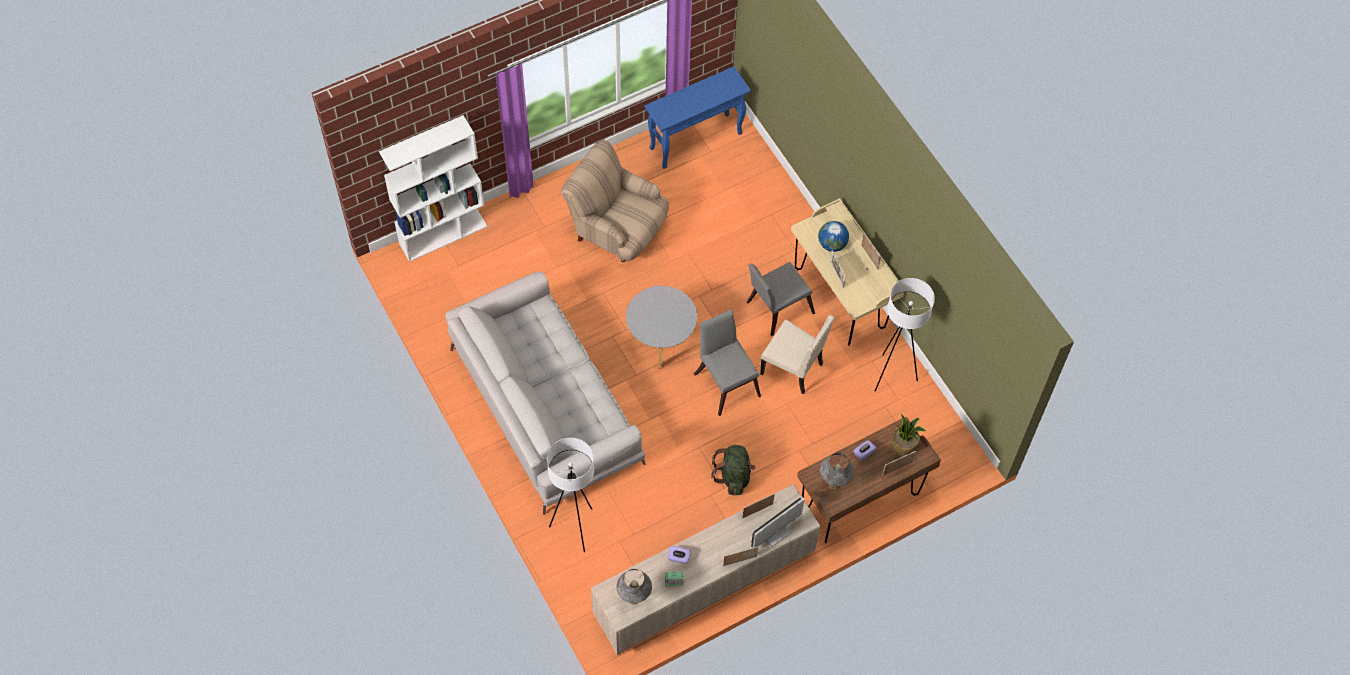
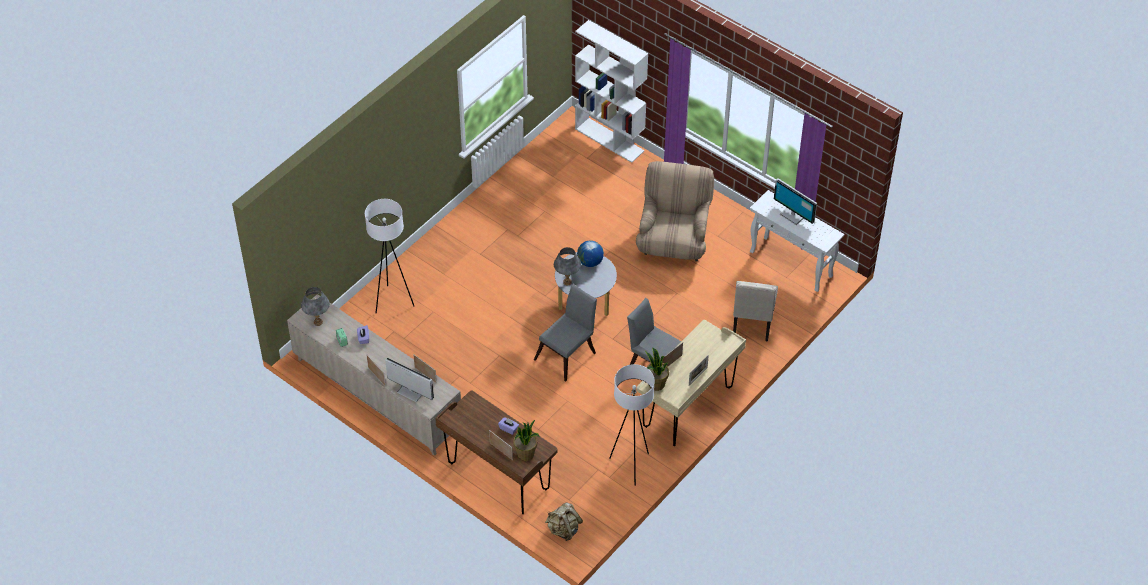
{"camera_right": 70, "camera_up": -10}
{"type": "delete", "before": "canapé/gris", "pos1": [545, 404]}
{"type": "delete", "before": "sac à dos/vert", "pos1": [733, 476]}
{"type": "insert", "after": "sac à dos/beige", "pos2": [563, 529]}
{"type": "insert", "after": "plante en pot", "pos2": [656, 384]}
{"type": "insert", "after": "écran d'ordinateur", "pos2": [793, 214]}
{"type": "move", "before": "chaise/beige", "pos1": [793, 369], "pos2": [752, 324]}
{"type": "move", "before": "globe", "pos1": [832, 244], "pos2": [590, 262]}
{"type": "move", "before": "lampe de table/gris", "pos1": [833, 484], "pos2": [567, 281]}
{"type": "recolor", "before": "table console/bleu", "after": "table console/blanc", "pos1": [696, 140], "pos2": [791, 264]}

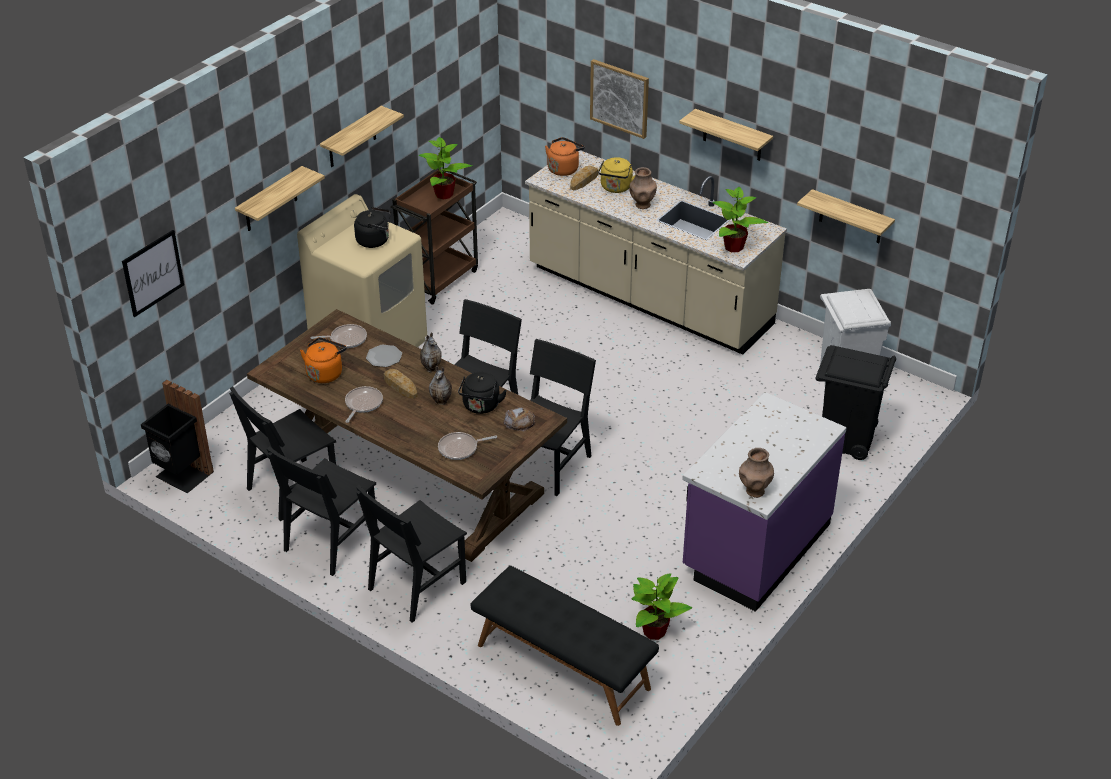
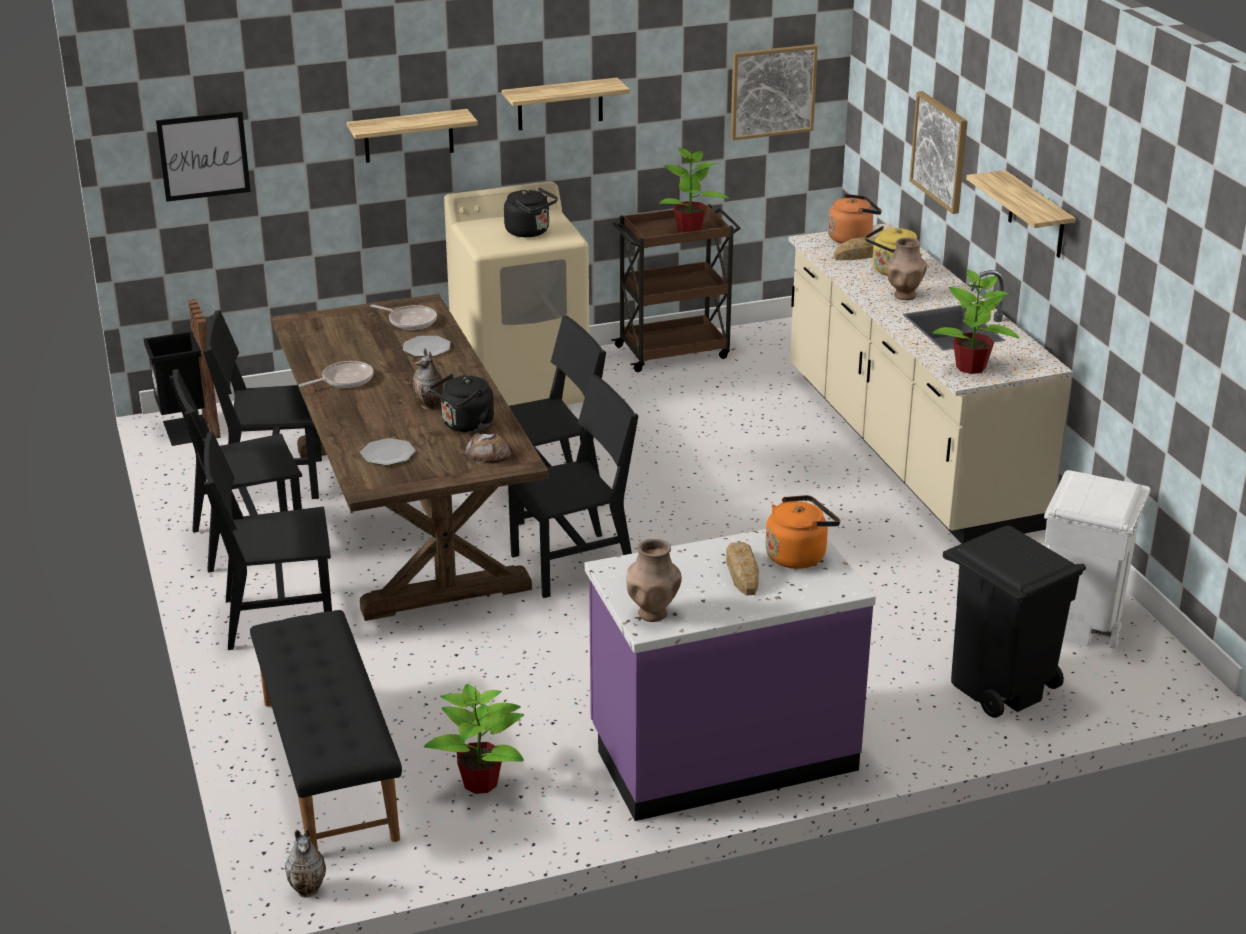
{"camera_right": 35, "camera_up": -10}
{"type": "delete", "before": "étagère", "pos1": [851, 217]}
{"type": "insert", "after": "tableau", "pos2": [772, 91]}
{"type": "move", "before": "bouilloire/orange", "pos1": [325, 373], "pos2": [798, 555]}
{"type": "move", "before": "pain", "pos1": [400, 386], "pos2": [742, 573]}
{"type": "move", "before": "vase", "pos1": [432, 368], "pos2": [309, 890]}
{"type": "replace", "before": "poêle", "after": "assiette", "pos1": [460, 448], "pos2": [388, 454]}

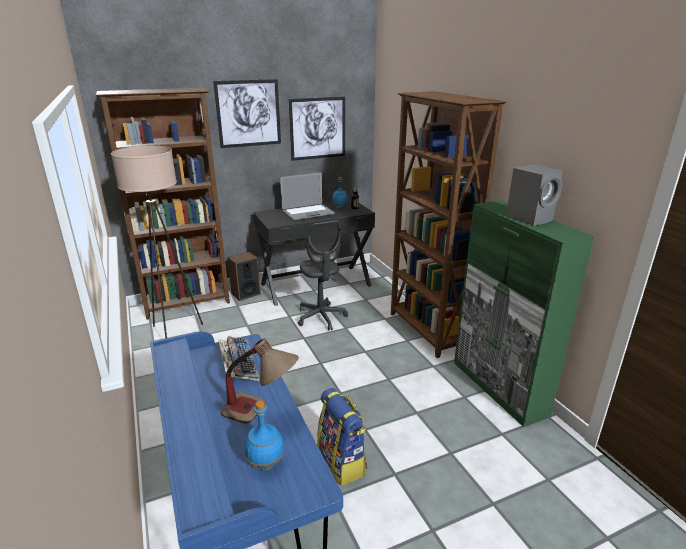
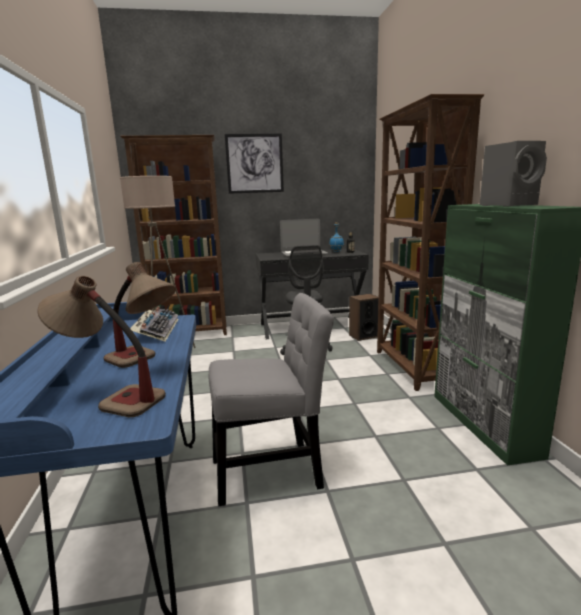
{"camera_right": 15, "camera_up": -10}
{"type": "delete", "before": "tableau", "pos1": [317, 128]}
{"type": "move", "before": "enceinte", "pos1": [245, 294], "pos2": [363, 336]}
{"type": "replace", "before": "bouteille/bleu", "after": "lampe de table", "pos1": [265, 464], "pos2": [109, 398]}
{"type": "replace", "before": "sac à dos", "after": "chaise/gris", "pos1": [342, 463], "pos2": [272, 471]}

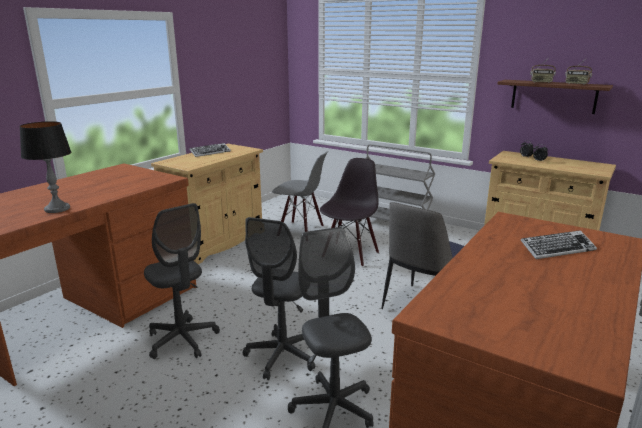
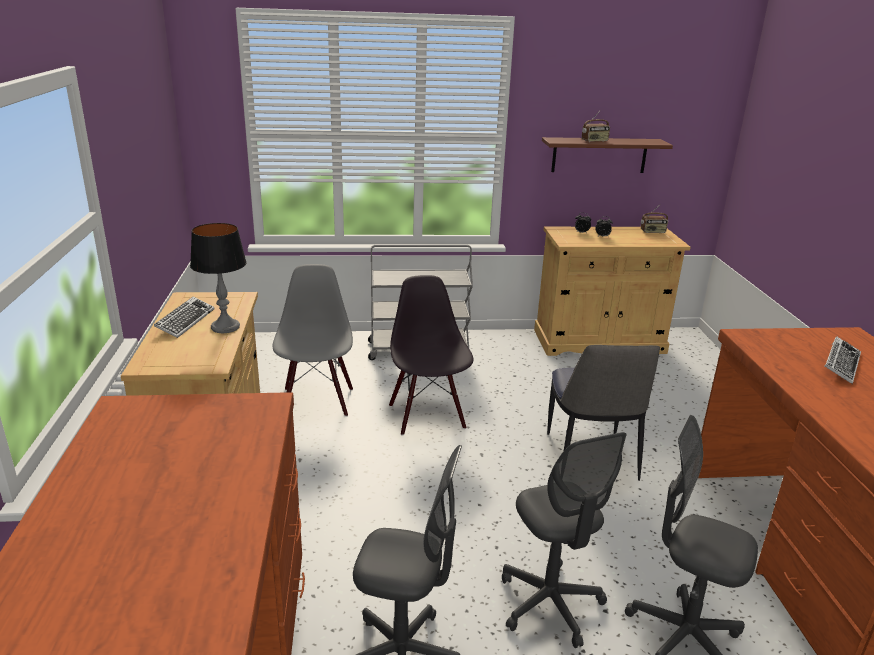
{"camera_right": -40, "camera_up": 5}
{"type": "move", "before": "lampe de table", "pos1": [57, 209], "pos2": [225, 327]}
{"type": "move", "before": "radio", "pos1": [576, 84], "pos2": [653, 232]}
{"type": "rotate", "before": "chaise/gris", "pos1": [300, 231], "pos2": [317, 402], "turn": -75}

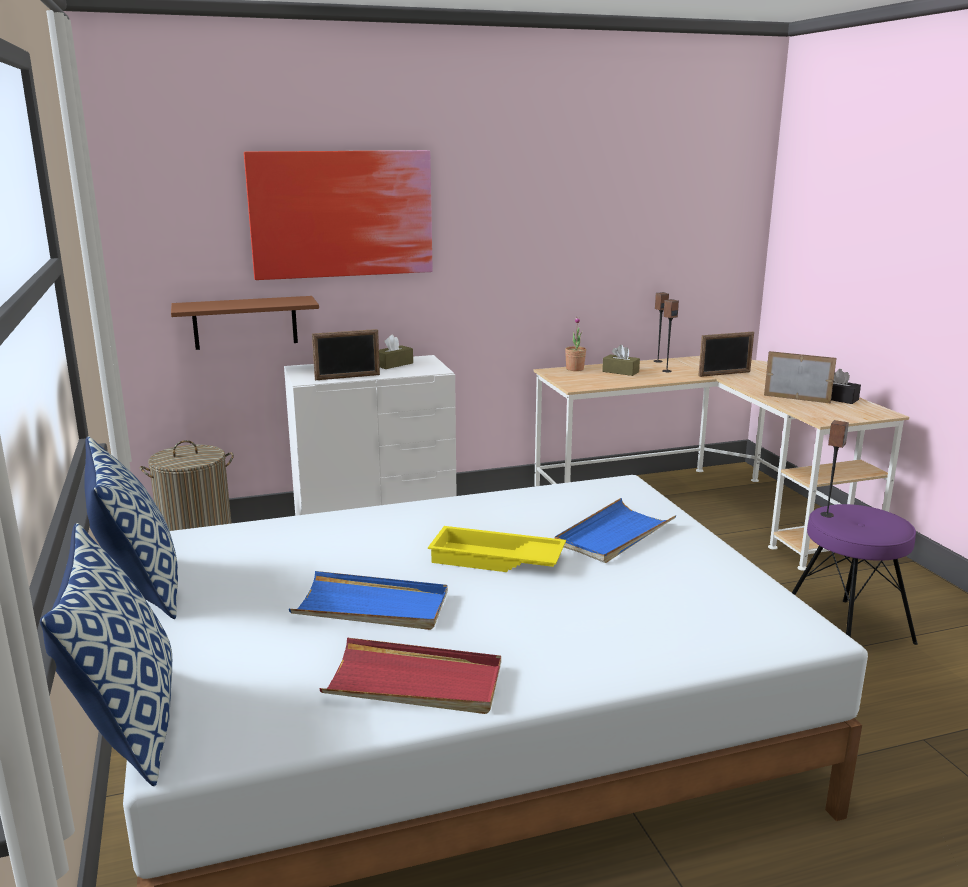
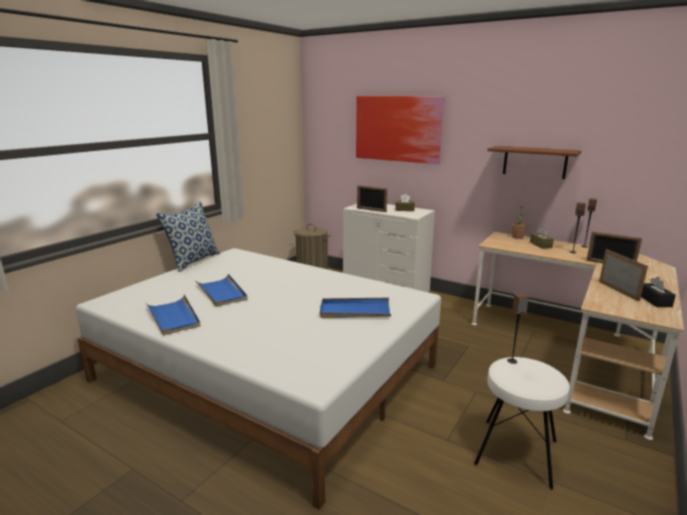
{"camera_right": 50, "camera_up": 0}
{"type": "delete", "before": "coussin", "pos1": [127, 726]}
{"type": "delete", "before": "plateau/jaune", "pos1": [495, 560]}
{"type": "move", "before": "étagère/marron", "pos1": [245, 322], "pos2": [534, 162]}
{"type": "recolor", "before": "plateau/rouge", "after": "plateau/bleu", "pos1": [415, 683], "pos2": [173, 317]}
{"type": "recolor", "before": "tabouret/violet", "after": "tabouret/blanc", "pos1": [844, 631], "pos2": [516, 452]}

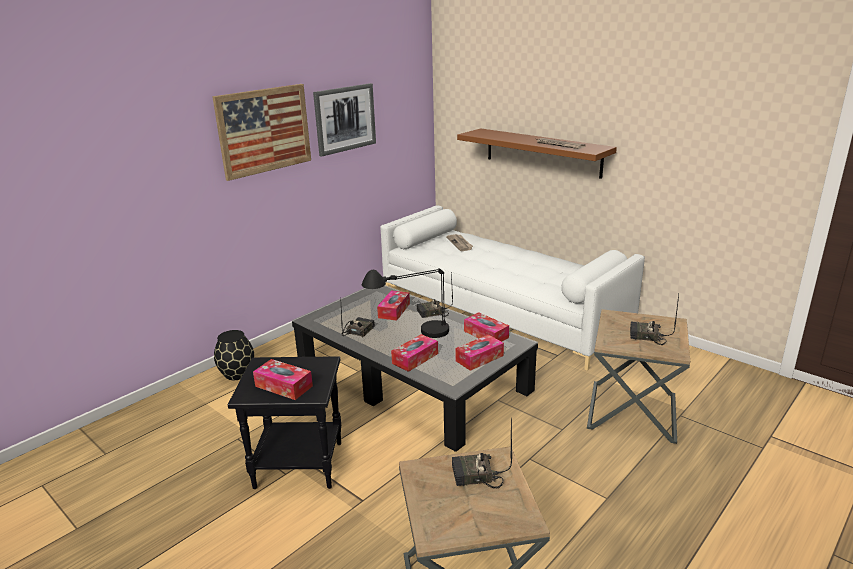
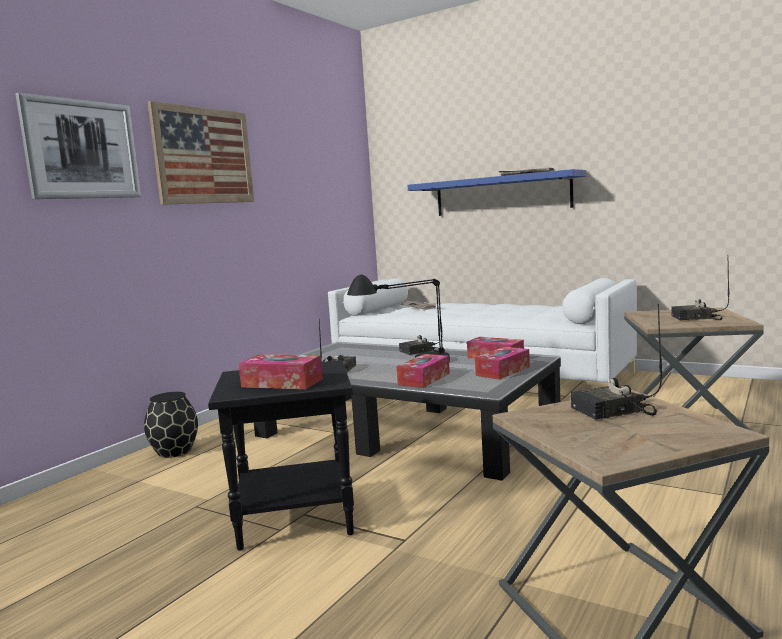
{"camera_right": -10, "camera_up": -15}
{"type": "delete", "before": "boîte à mouchoirs", "pos1": [394, 310]}
{"type": "move", "before": "tableau", "pos1": [345, 119], "pos2": [82, 149]}
{"type": "recolor", "before": "étagère/marron", "after": "étagère/bleu", "pos1": [542, 152], "pos2": [501, 195]}

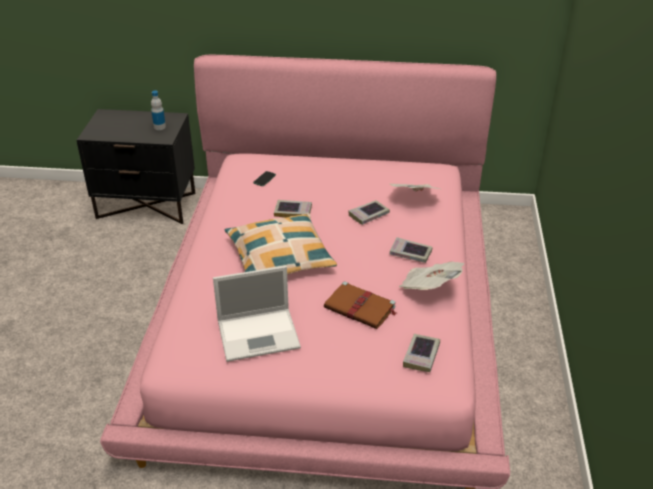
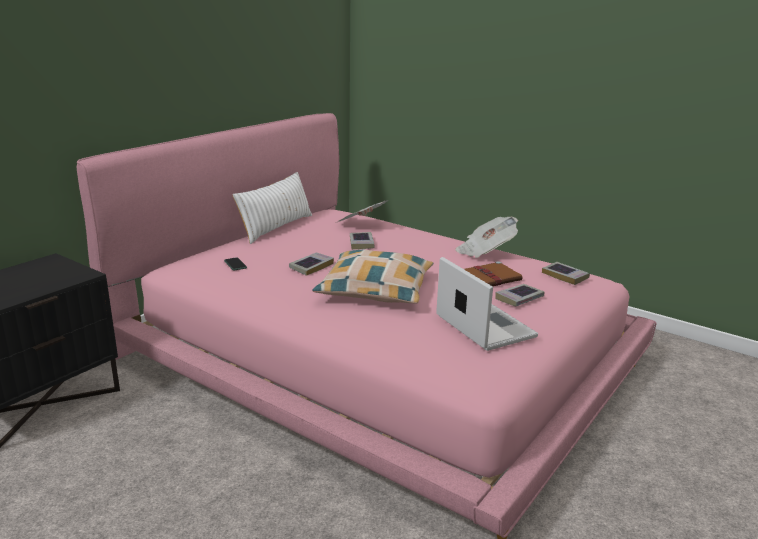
{"camera_right": -60, "camera_up": -15}
{"type": "delete", "before": "bouteille", "pos1": [159, 127]}
{"type": "insert", "after": "coussin/blanc", "pos2": [276, 227]}
{"type": "move", "before": "livre", "pos1": [410, 253], "pos2": [519, 298]}
{"type": "rotate", "before": "ordinateur portable", "pos1": [260, 334], "pos2": [483, 326], "turn": -45}

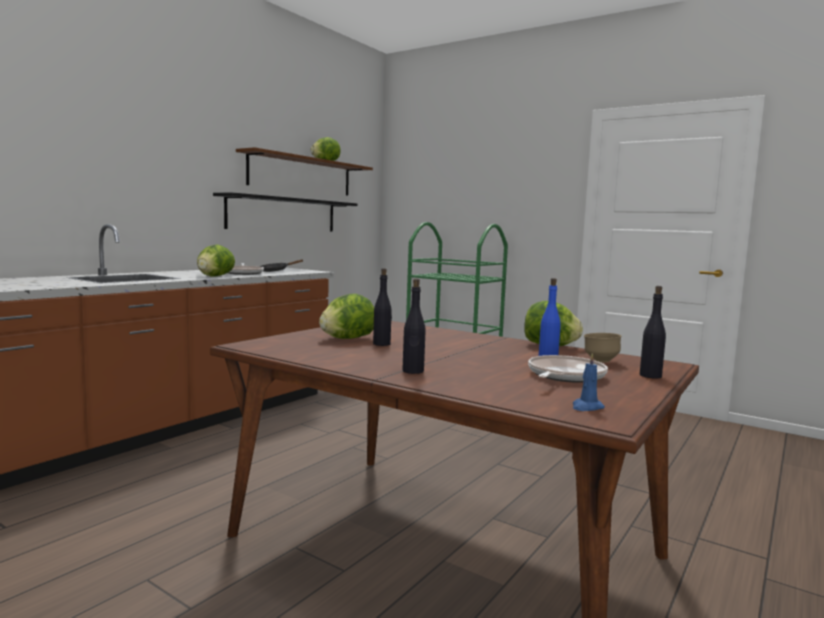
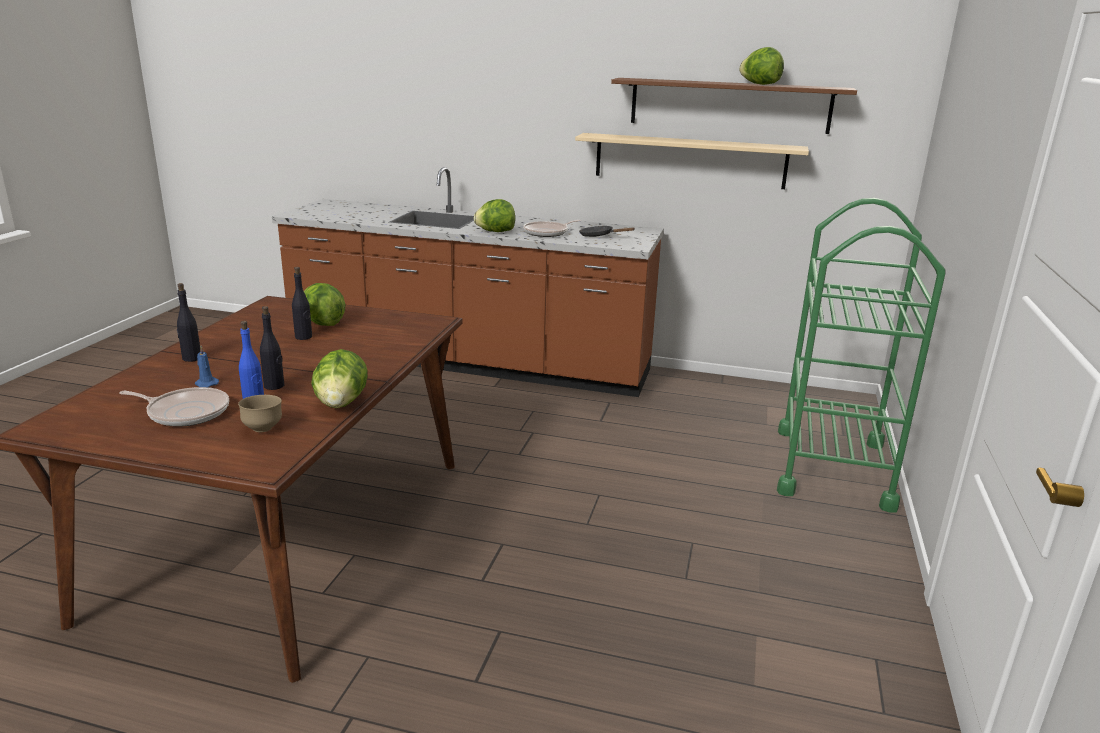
{"camera_right": 70, "camera_up": 15}
{"type": "move", "before": "bougie/bleu", "pos1": [586, 407], "pos2": [206, 383]}
{"type": "move", "before": "bouteille/noir", "pos1": [650, 376], "pos2": [274, 386]}
{"type": "recolor", "before": "étagère/noir", "after": "étagère/beige", "pos1": [283, 214], "pos2": [689, 160]}

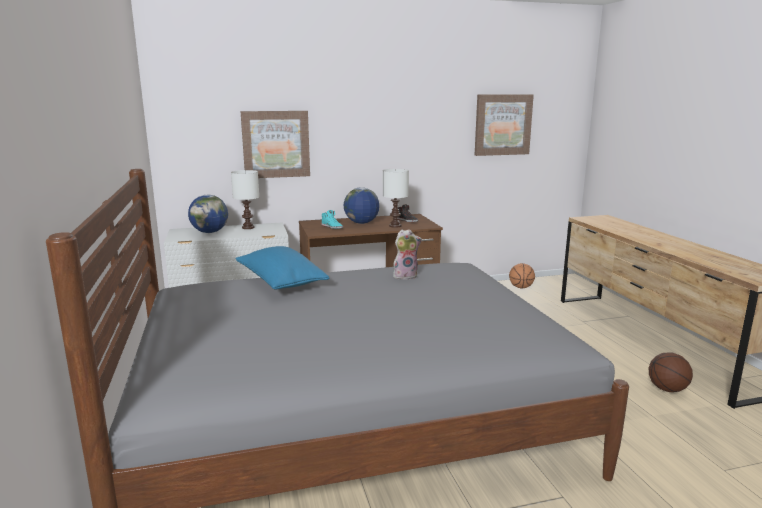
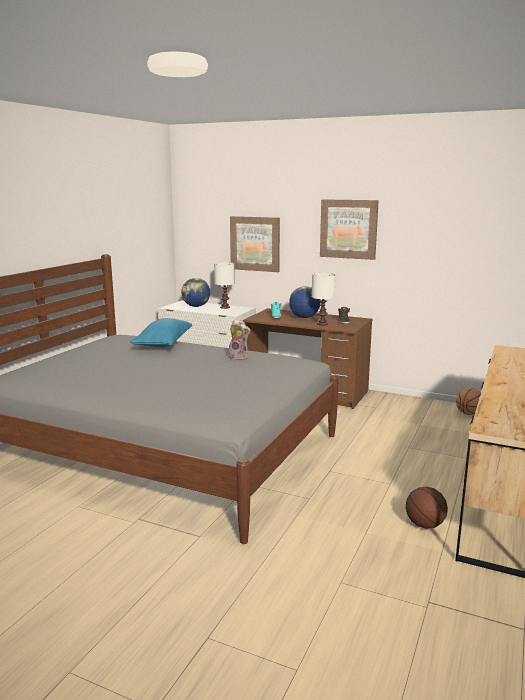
{"camera_right": 40, "camera_up": 0}
{"type": "move", "before": "tableau", "pos1": [502, 125], "pos2": [348, 229]}

